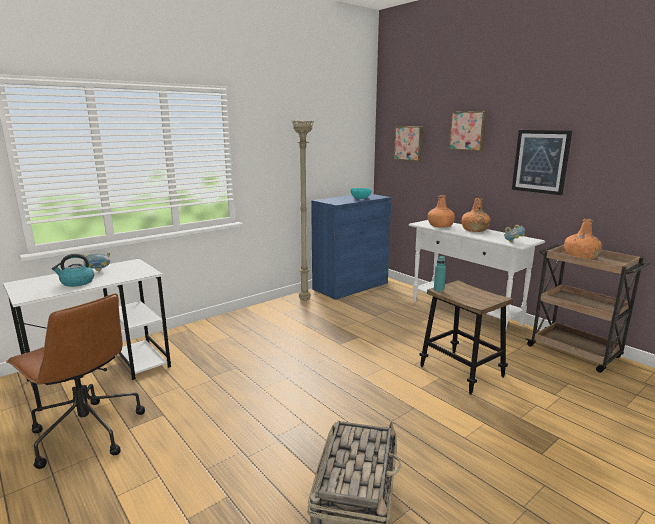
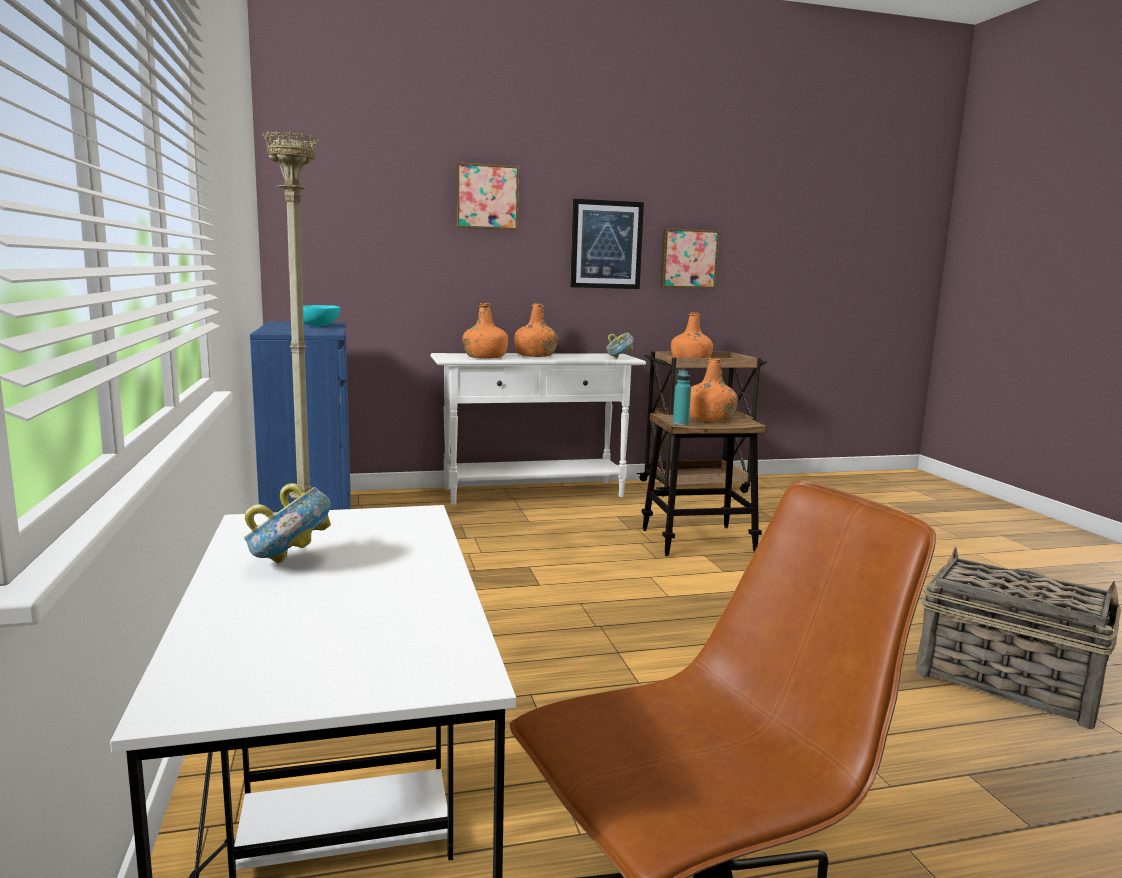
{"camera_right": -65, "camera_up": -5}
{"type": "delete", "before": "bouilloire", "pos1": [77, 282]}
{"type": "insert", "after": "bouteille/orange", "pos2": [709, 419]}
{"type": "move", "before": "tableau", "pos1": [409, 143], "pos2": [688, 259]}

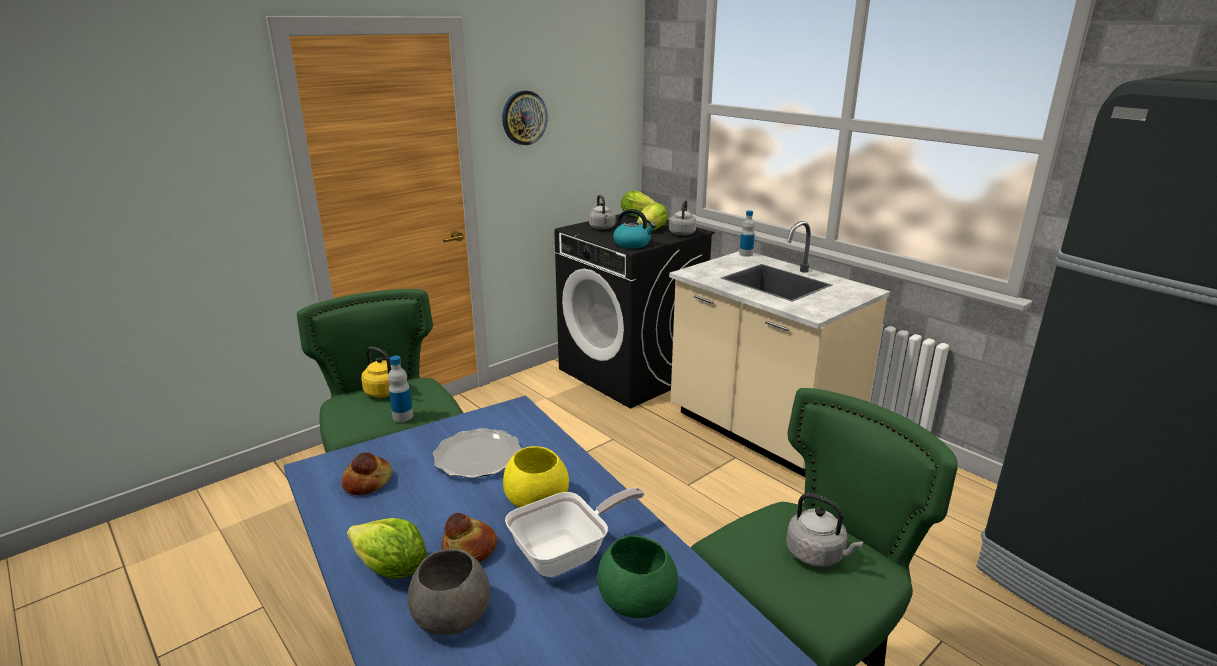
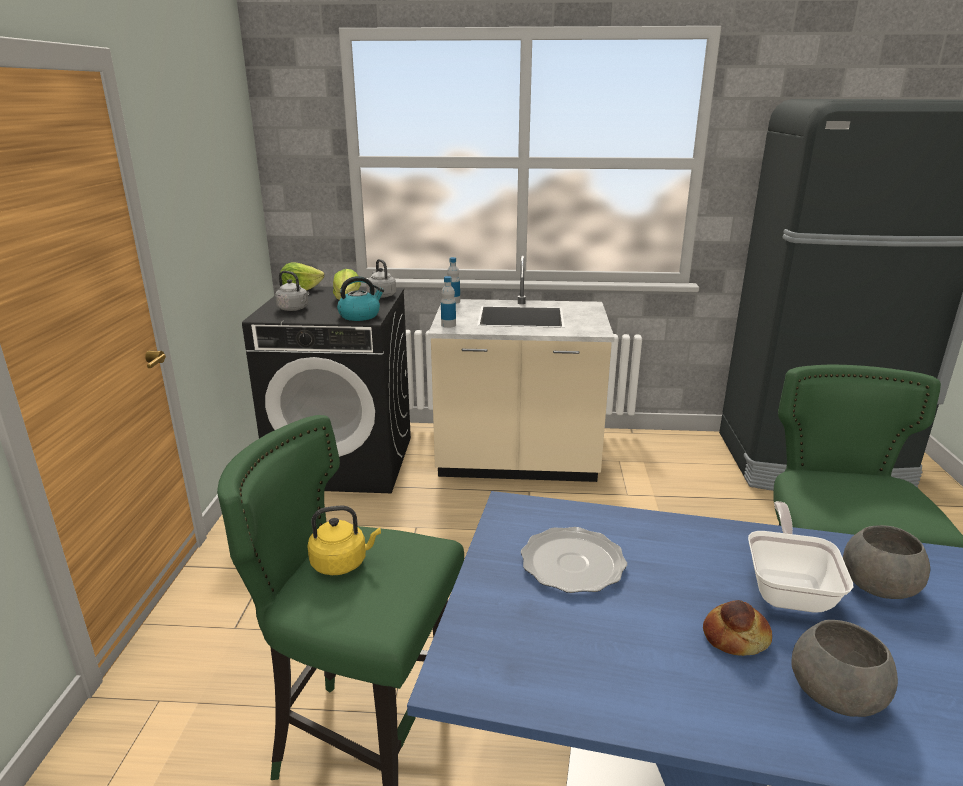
{"camera_right": -45, "camera_up": 0}
{"type": "delete", "before": "pain", "pos1": [368, 482]}
{"type": "delete", "before": "laitue", "pos1": [391, 569]}
{"type": "delete", "before": "horloge murale", "pos1": [524, 118]}
{"type": "delete", "before": "bol/jaune", "pos1": [536, 499]}
{"type": "delete", "before": "bouilloire/gris", "pos1": [817, 555]}
{"type": "move", "before": "bouteille", "pos1": [403, 416], "pos2": [448, 325]}
{"type": "recolor", "before": "bol/vert", "after": "bol/gris", "pos1": [635, 599], "pos2": [877, 585]}

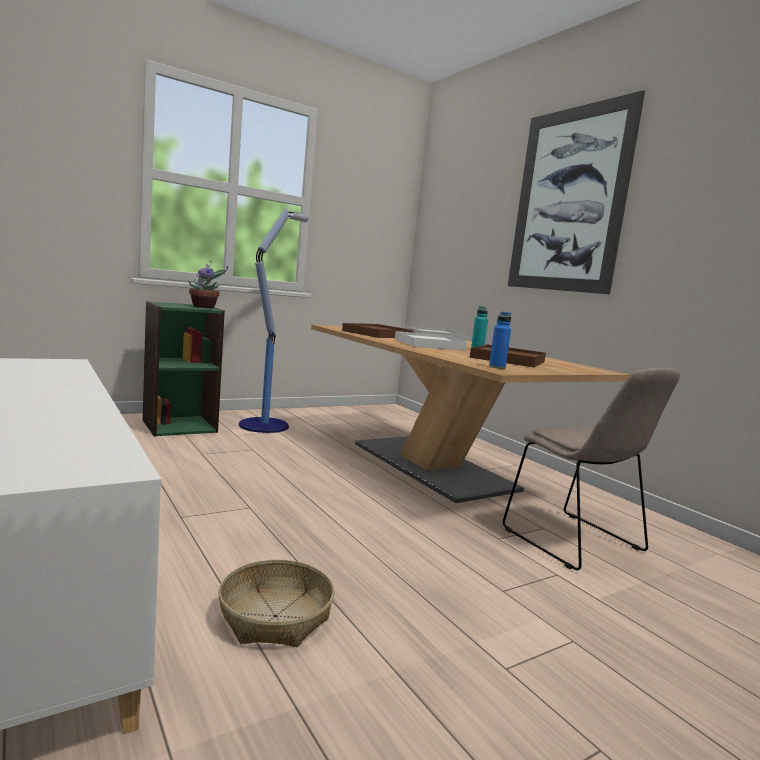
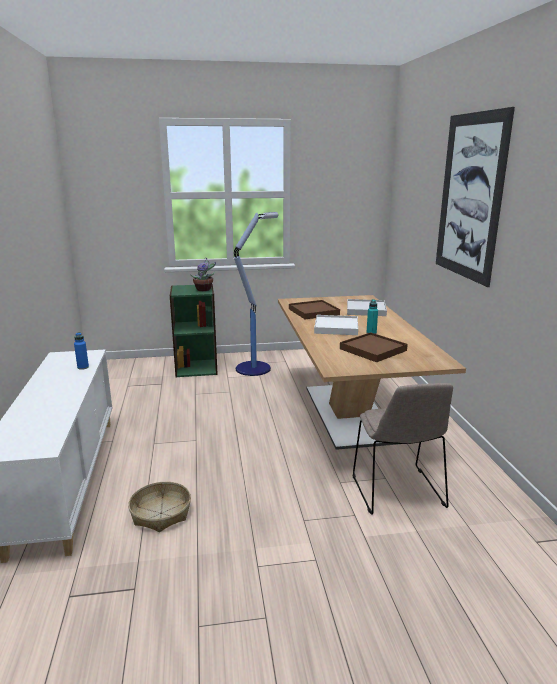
{"camera_right": 25, "camera_up": 10}
{"type": "move", "before": "bouteille/bleu", "pos1": [497, 367], "pos2": [83, 367]}

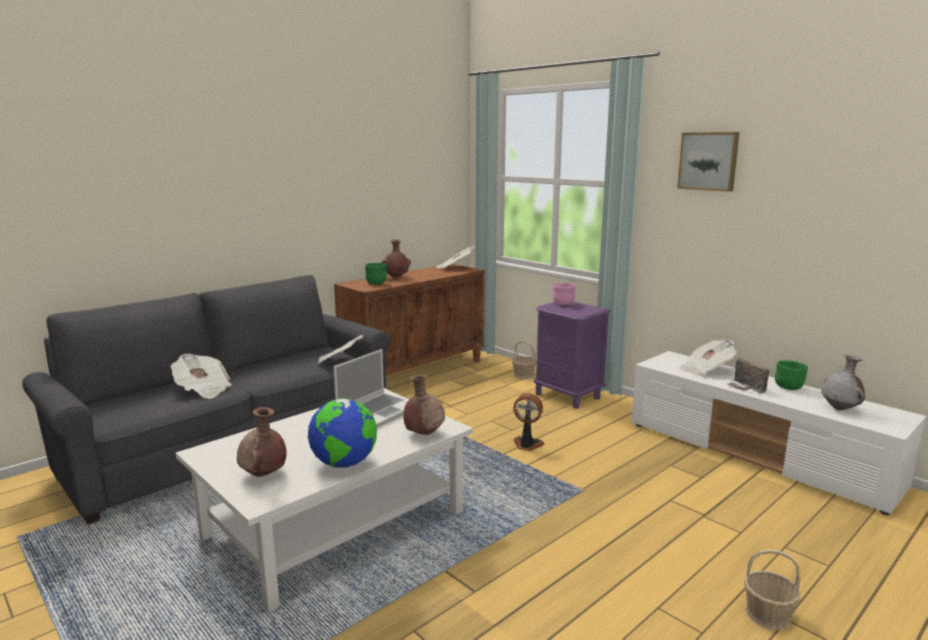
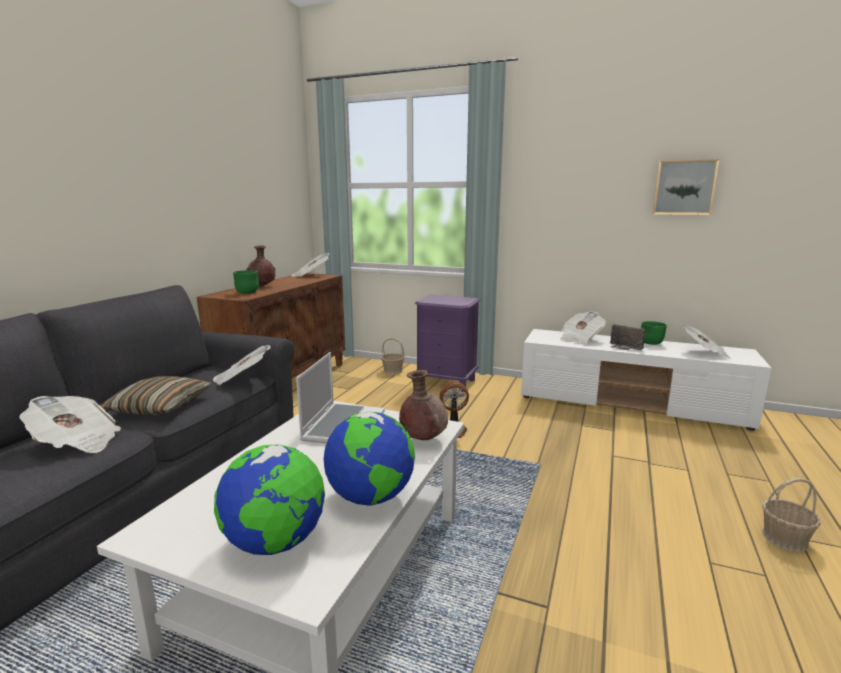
{"camera_right": -25, "camera_up": 0}
{"type": "delete", "before": "bol/rose", "pos1": [563, 304]}
{"type": "insert", "after": "coussin", "pos2": [160, 407]}
{"type": "move", "before": "tableau", "pos1": [708, 161], "pos2": [684, 187]}
{"type": "replace", "before": "vase/marron", "after": "globe", "pos1": [263, 475], "pos2": [275, 543]}
{"type": "replace", "before": "vase/gris", "after": "journal", "pos1": [840, 409], "pos2": [704, 353]}

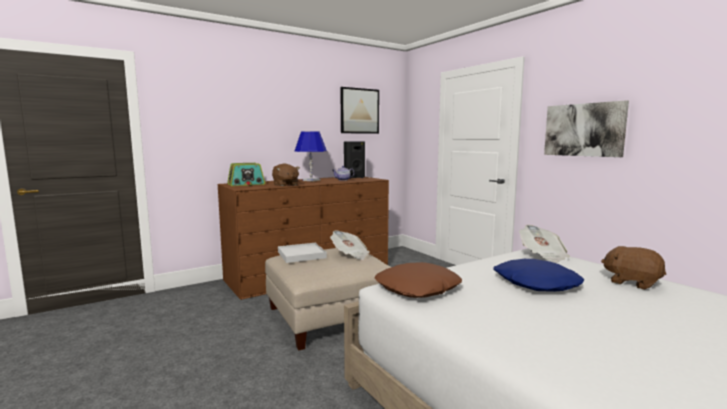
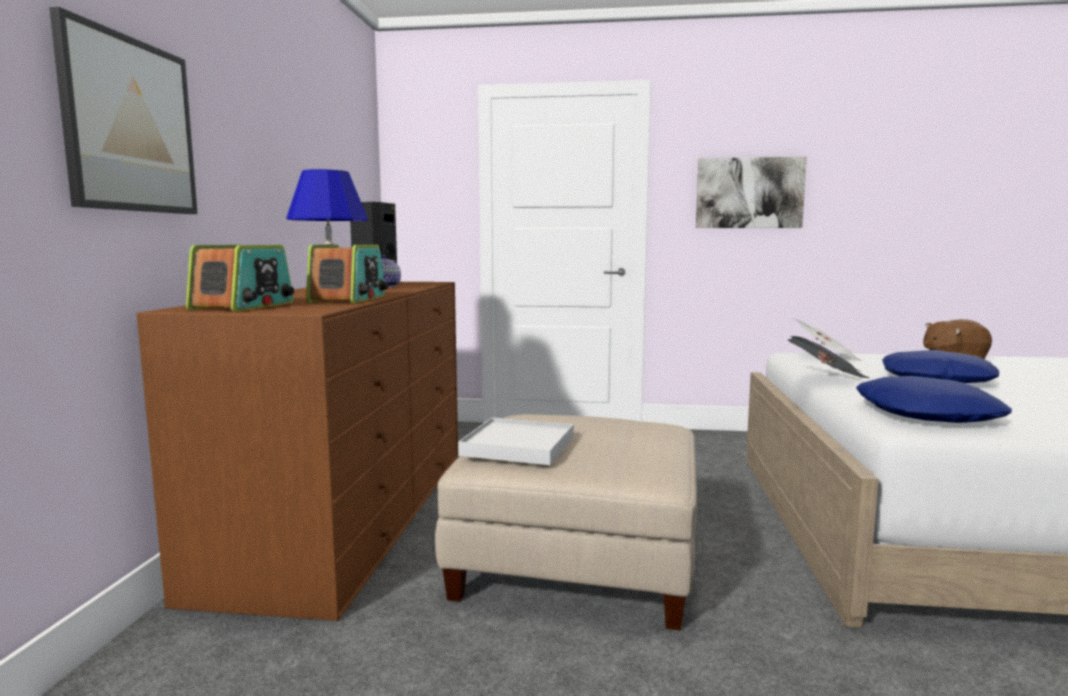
{"camera_right": -50, "camera_up": 0}
{"type": "move", "before": "journal", "pos1": [350, 255], "pos2": [827, 378]}
{"type": "move", "before": "tableau", "pos1": [359, 111], "pos2": [130, 125]}
{"type": "replace", "before": "peluche/marron", "after": "radio", "pos1": [285, 185], "pos2": [349, 299]}
{"type": "recolor", "before": "coussin/marron", "after": "coussin/bleu", "pos1": [418, 288], "pos2": [927, 414]}

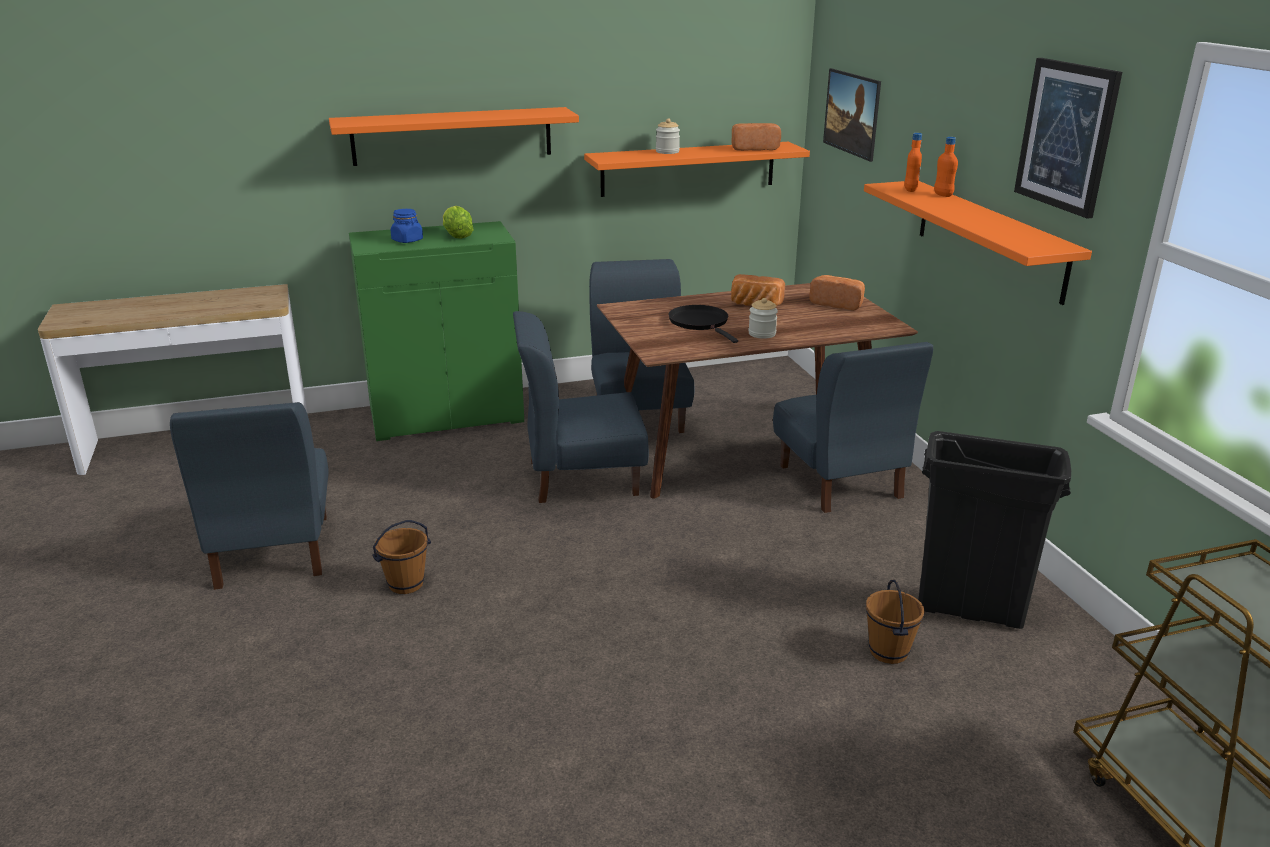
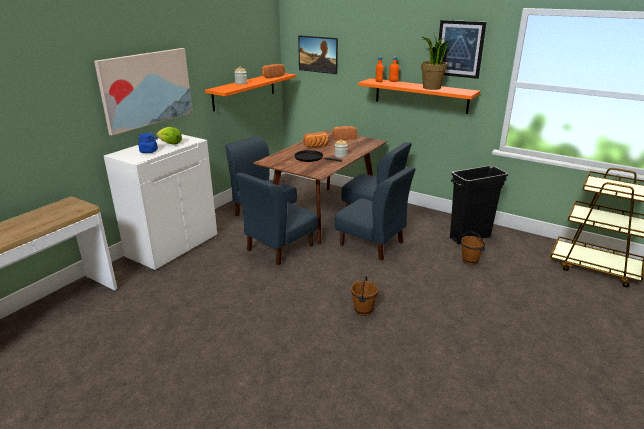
{"camera_right": -40, "camera_up": 0}
{"type": "insert", "after": "plante en pot", "pos2": [431, 88]}
{"type": "move", "before": "chaise/bleu", "pos1": [272, 551], "pos2": [372, 244]}
{"type": "move", "before": "seau/marron", "pos1": [405, 584], "pos2": [363, 310]}
{"type": "replace", "before": "étagère/orange", "after": "tableau", "pos1": [452, 136], "pos2": [146, 89]}
{"type": "recolor", "before": "meuble de rangement/vert", "after": "meuble de rangement/blanc", "pos1": [447, 415], "pos2": [173, 246]}

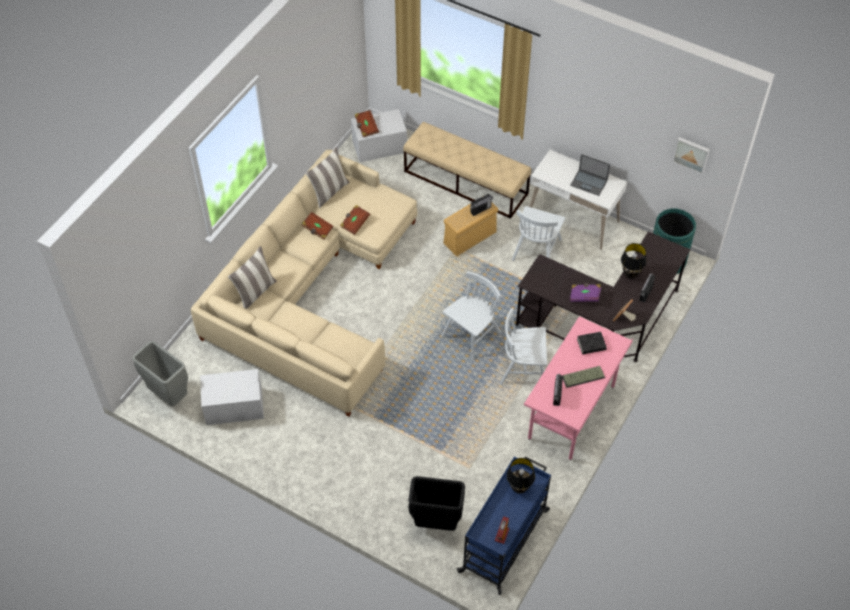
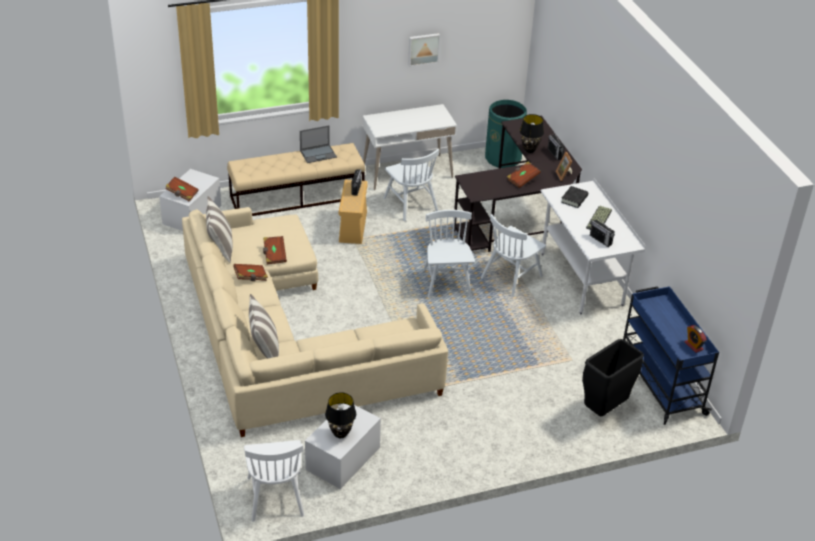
{"camera_right": -50, "camera_up": -15}
{"type": "move", "before": "lampe de table/noir", "pos1": [519, 488], "pos2": [340, 433]}
{"type": "move", "before": "ordinateur portable", "pos1": [589, 183], "pos2": [318, 154]}
{"type": "move", "before": "tableau", "pos1": [691, 154], "pos2": [423, 49]}
{"type": "replace", "before": "poubelle/gris", "after": "chaise/blanc", "pos1": [168, 396], "pos2": [275, 496]}
{"type": "recolor", "before": "bureau/rose", "after": "bureau/blanc", "pos1": [572, 413], "pos2": [582, 279]}
{"type": "recolor", "before": "livre/violet", "after": "livre/marron", "pos1": [584, 296], "pos2": [522, 179]}

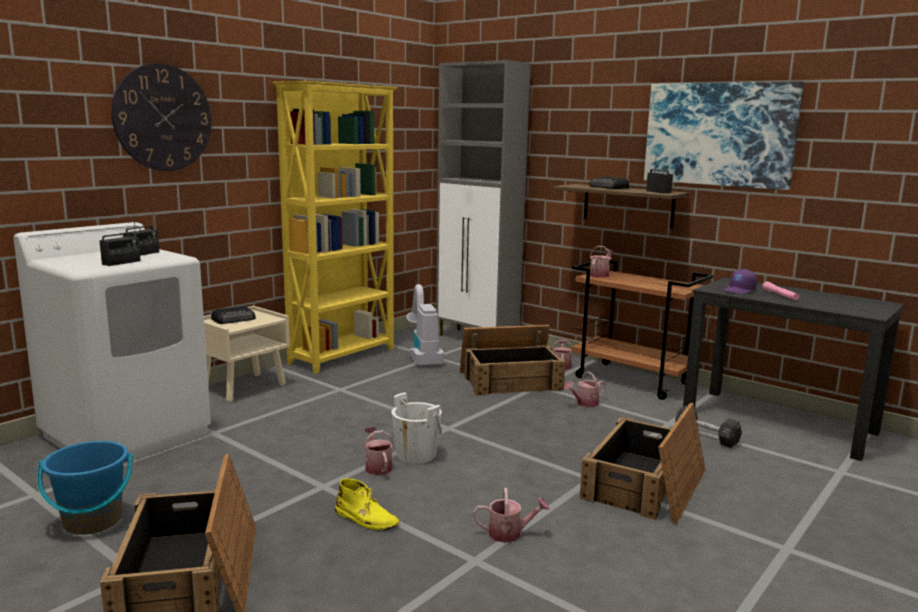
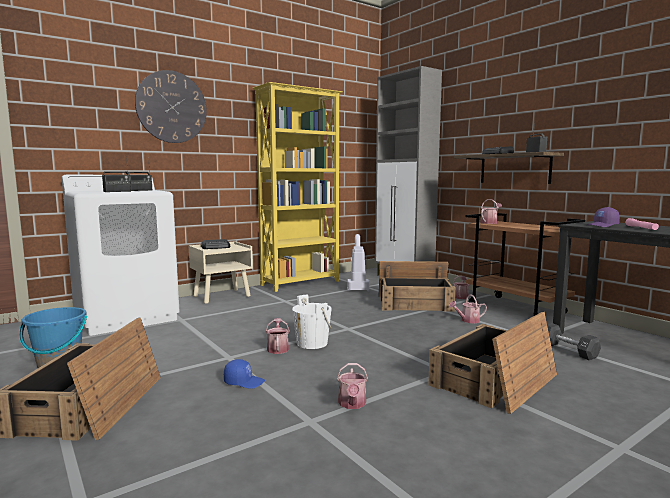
{"camera_right": 15, "camera_up": -5}
{"type": "delete", "before": "tableau", "pos1": [719, 134]}
{"type": "replace", "before": "botte/jaune", "after": "casquette/bleu", "pos1": [366, 519], "pos2": [244, 382]}
{"type": "rotate", "before": "arrosoir", "pos1": [509, 533], "pos2": [352, 404], "turn": 75}

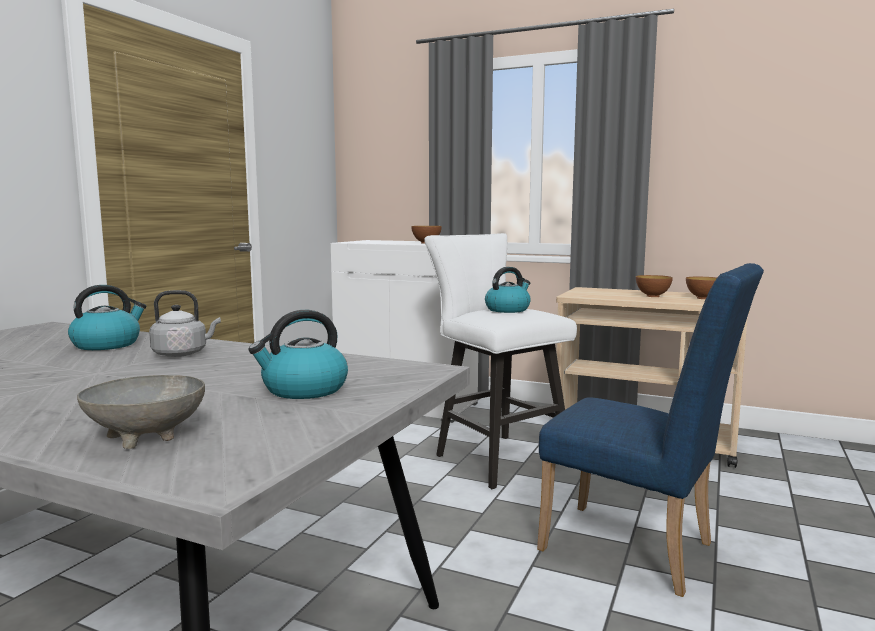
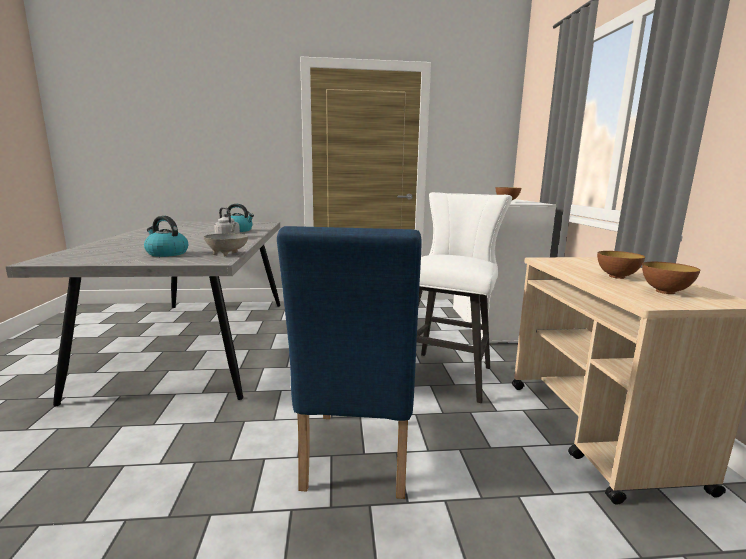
{"camera_right": 60, "camera_up": 5}
{"type": "delete", "before": "bouilloire", "pos1": [508, 309]}
{"type": "move", "before": "bol/gris", "pos1": [149, 436], "pos2": [227, 254]}

